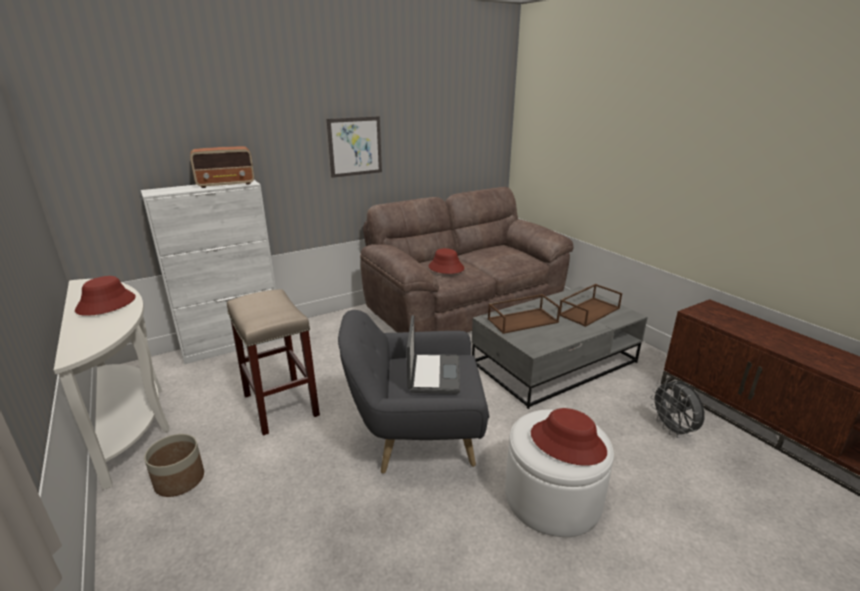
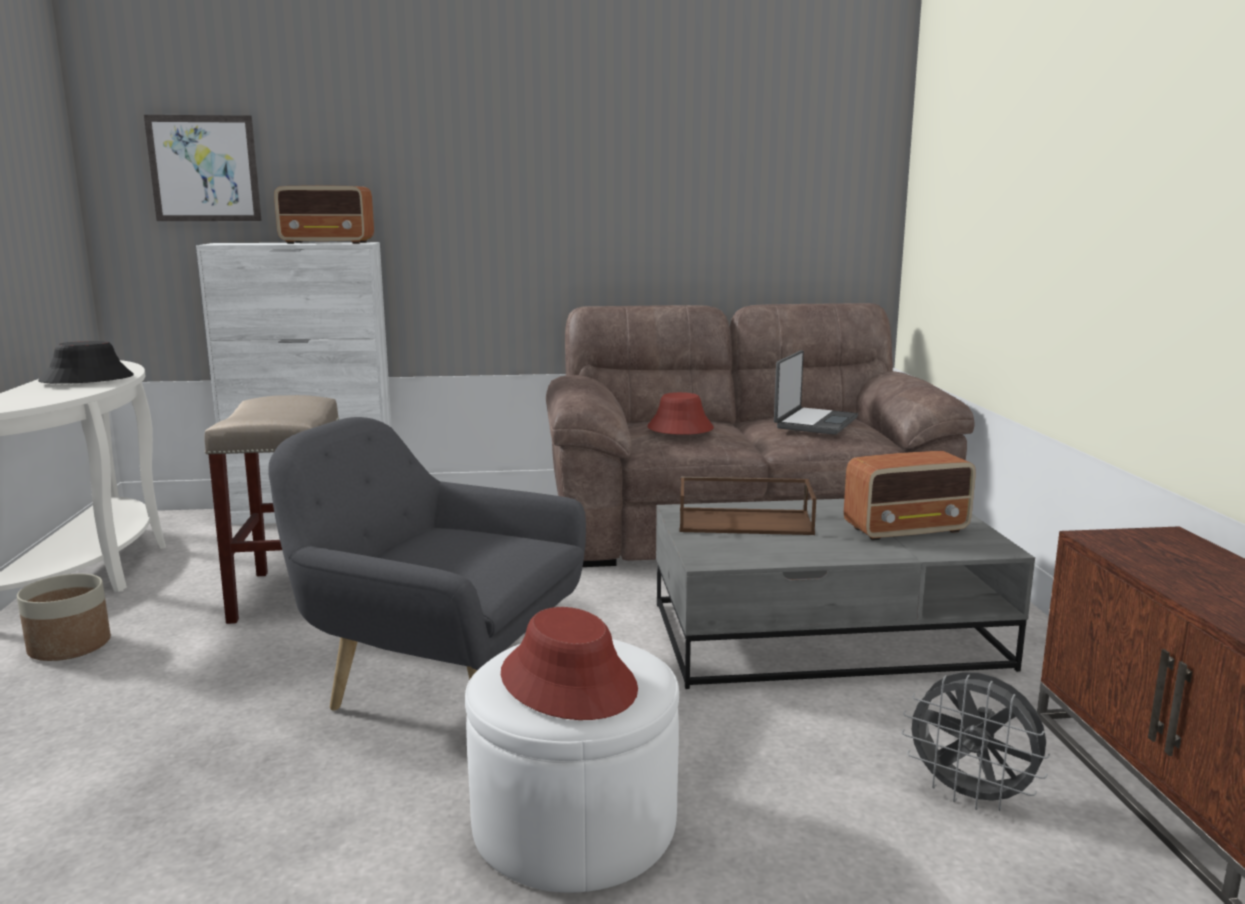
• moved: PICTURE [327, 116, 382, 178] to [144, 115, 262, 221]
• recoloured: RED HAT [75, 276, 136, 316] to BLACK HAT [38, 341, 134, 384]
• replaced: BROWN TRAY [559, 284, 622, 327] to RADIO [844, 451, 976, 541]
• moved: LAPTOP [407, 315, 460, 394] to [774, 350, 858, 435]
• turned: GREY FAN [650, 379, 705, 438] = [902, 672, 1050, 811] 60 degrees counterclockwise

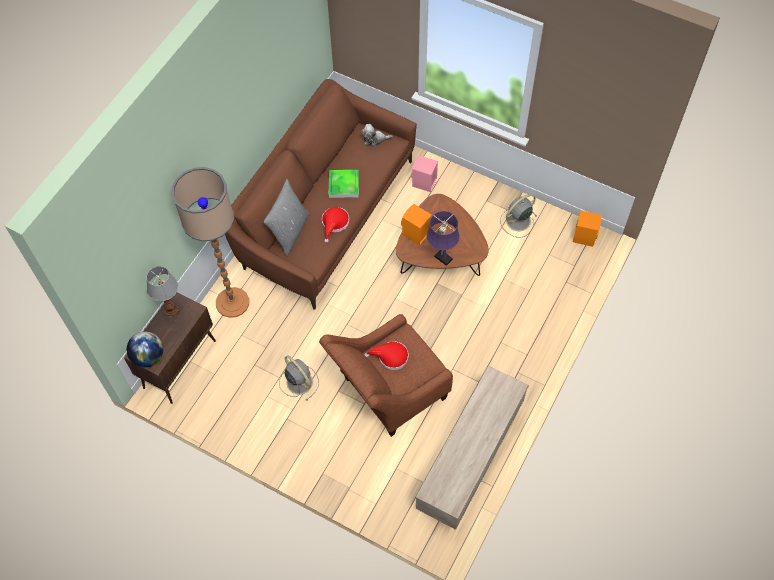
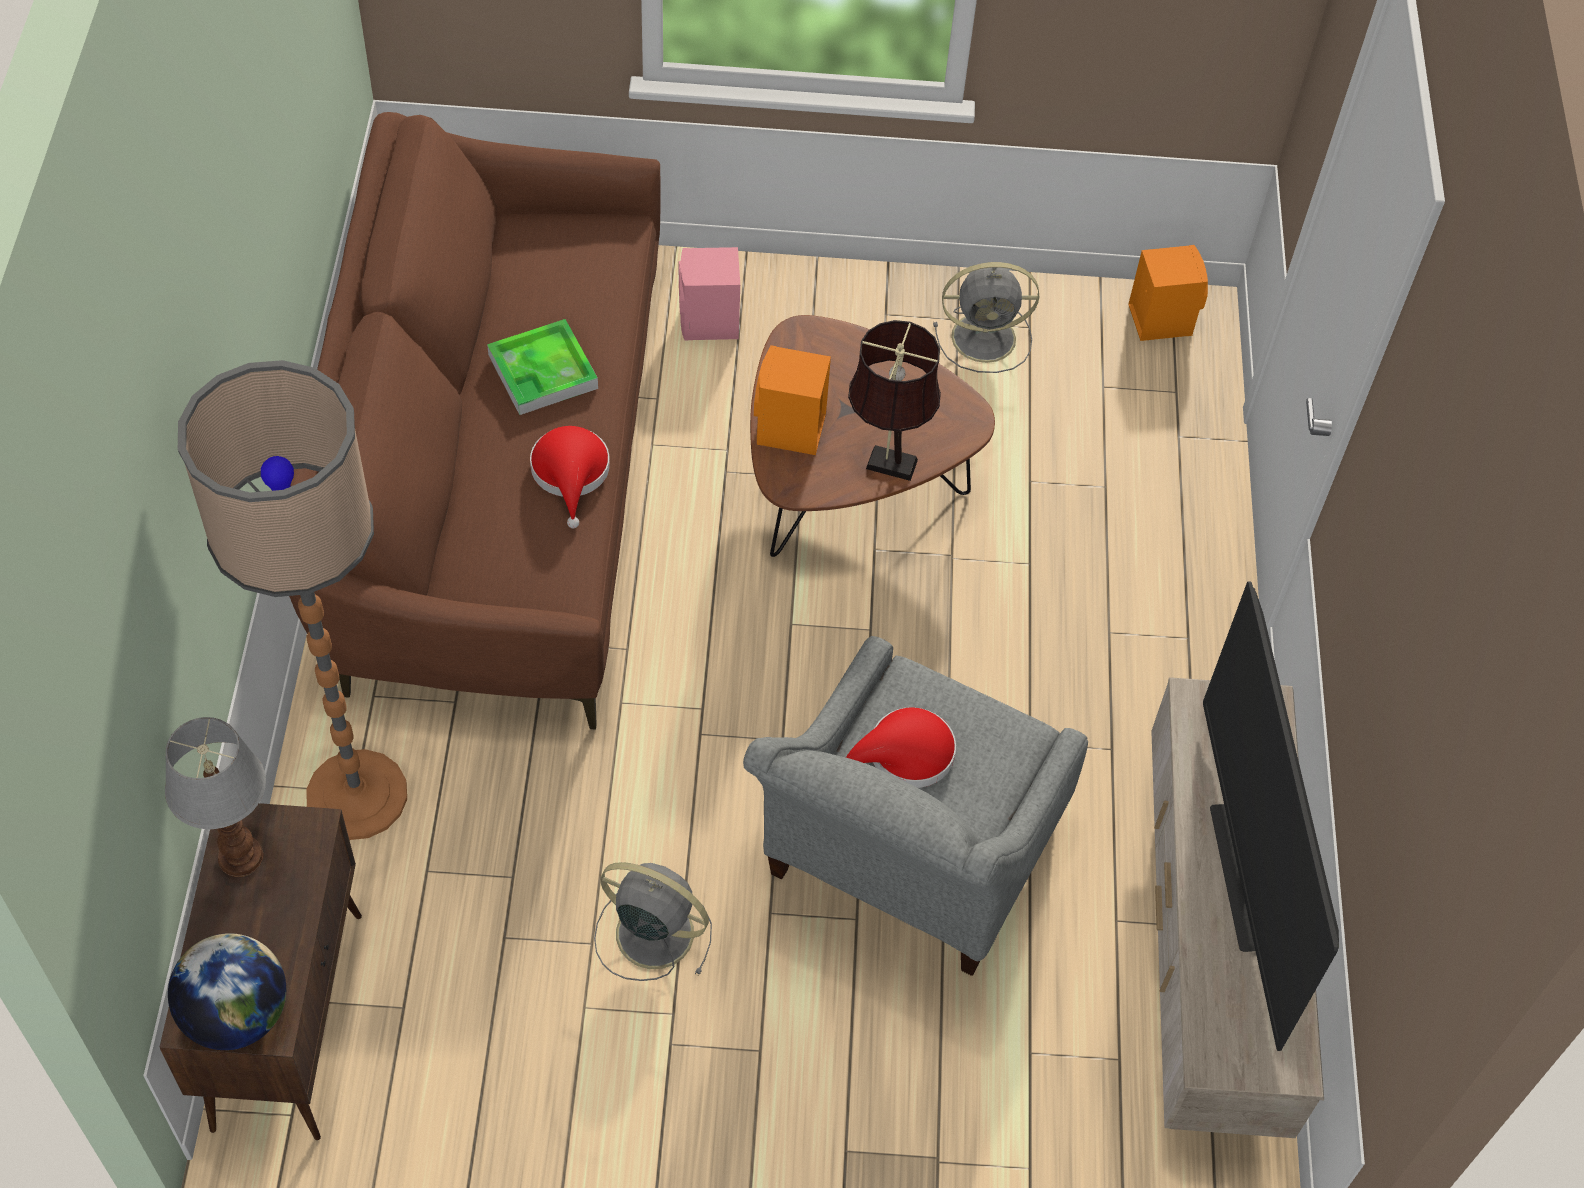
• removed: PLUSH TOY [361, 124, 393, 147]
• removed: GREY PILLOW [264, 179, 310, 256]
• turned: GREY FAN [500, 194, 537, 238] = [933, 262, 1039, 373] 120 degrees counterclockwise
• recoloured: PURPLE TABLE LAMP [427, 211, 460, 266] to BROWN TABLE LAMP [848, 320, 941, 481]
• recoloured: BROWN ARMCHAIR [319, 314, 453, 437] to GREY ARMCHAIR [743, 636, 1088, 976]
• added: TELEVISION [1203, 581, 1339, 1051]

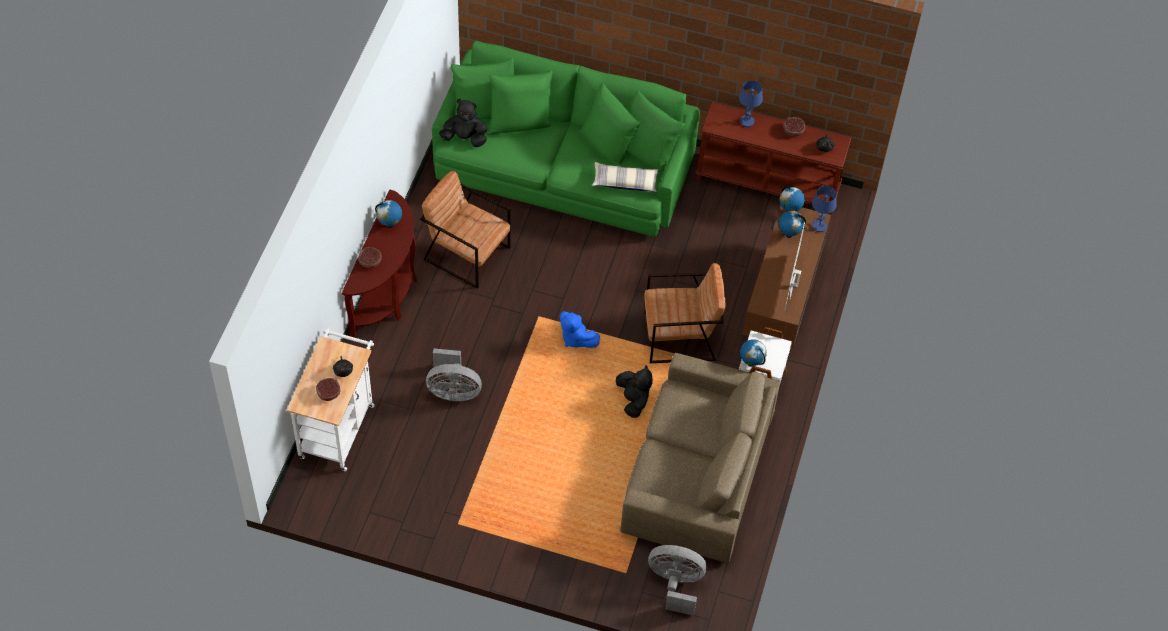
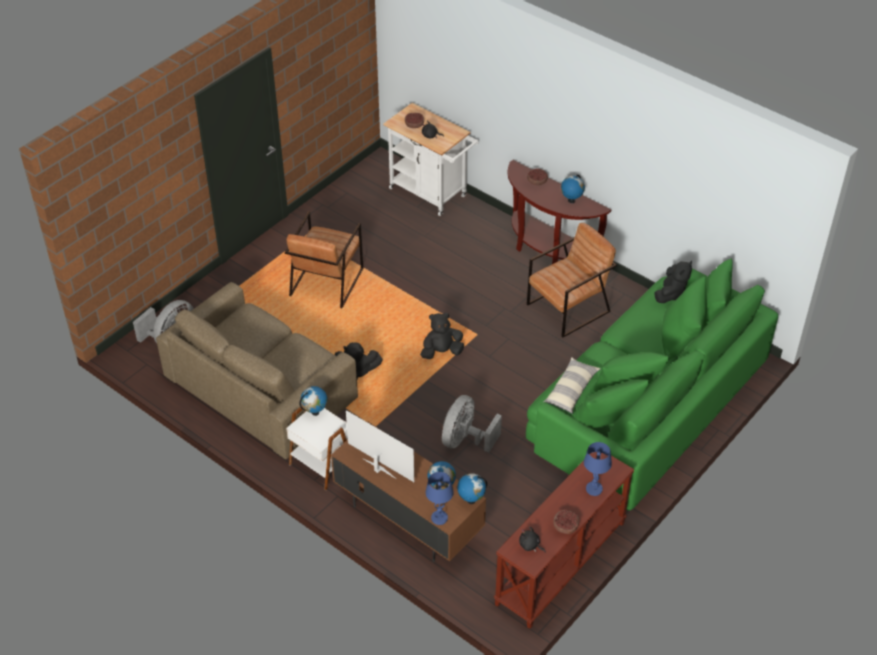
• moved: BROWN ARMCHAIR [644, 263, 725, 363] to [285, 211, 363, 308]
• recoloured: BLUE PLUSH TOY [560, 311, 600, 348] to BLACK PLUSH TOY [420, 313, 464, 359]
• moved: GREY FAN [426, 348, 482, 401] to [442, 395, 502, 453]

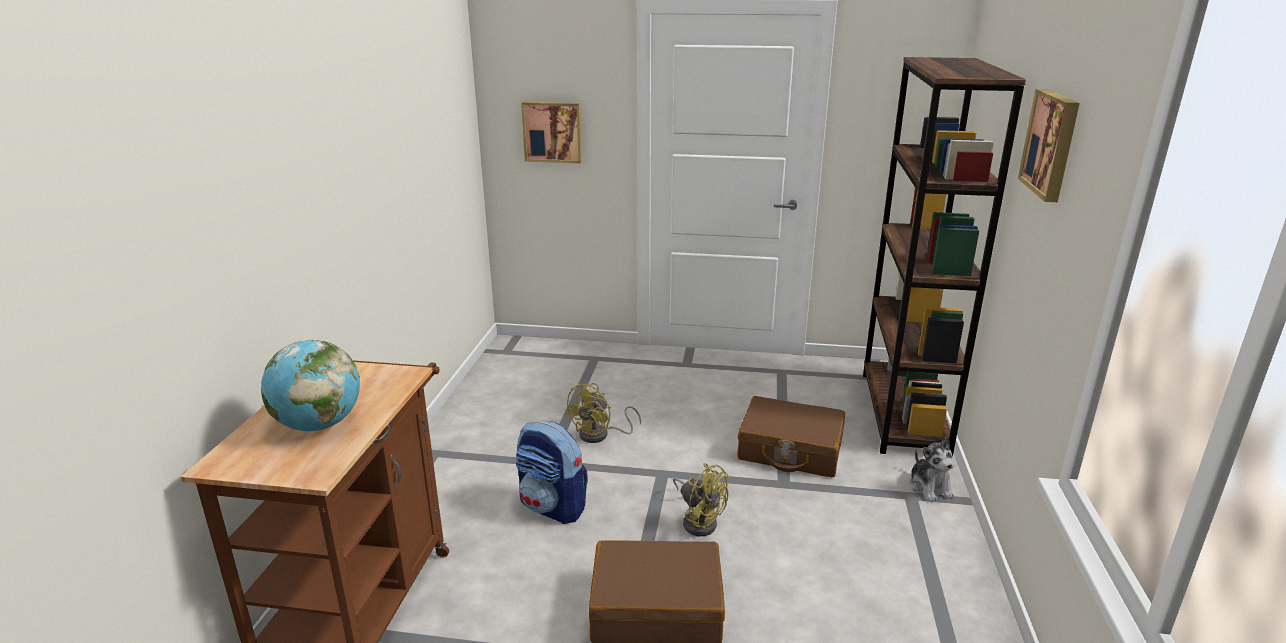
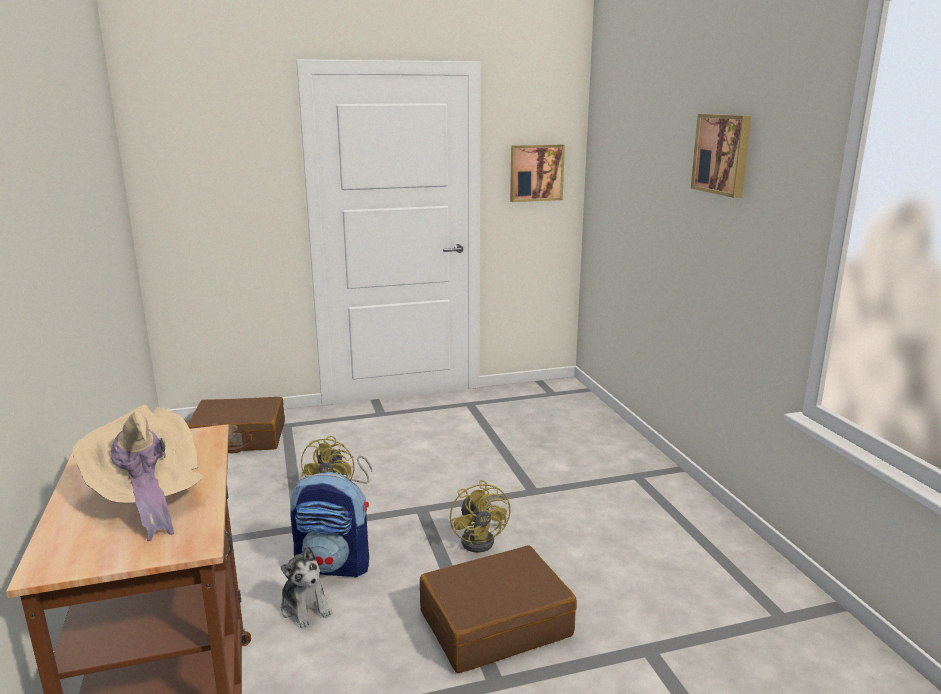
• removed: BROWN BOOKCASE [863, 57, 1026, 457]
• moved: PICTURE [521, 102, 582, 163] to [510, 145, 565, 202]
• replaced: GLOBE [261, 340, 360, 431] to BEIGE HAT [72, 405, 204, 541]
• moved: BROWN SUITCASE [738, 396, 845, 477] to [187, 397, 285, 453]
• moved: PLUSH TOY [909, 437, 955, 502] to [281, 546, 332, 628]
• turned: YELLOW FAN [673, 463, 729, 536] = [450, 480, 510, 553] 60 degrees clockwise

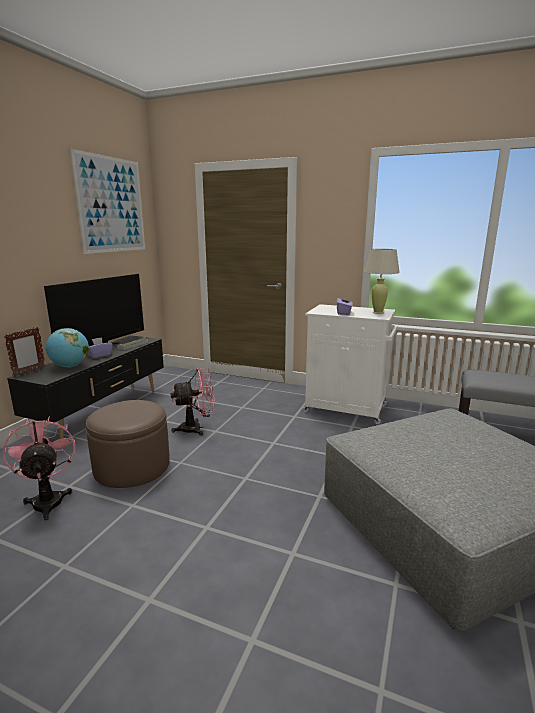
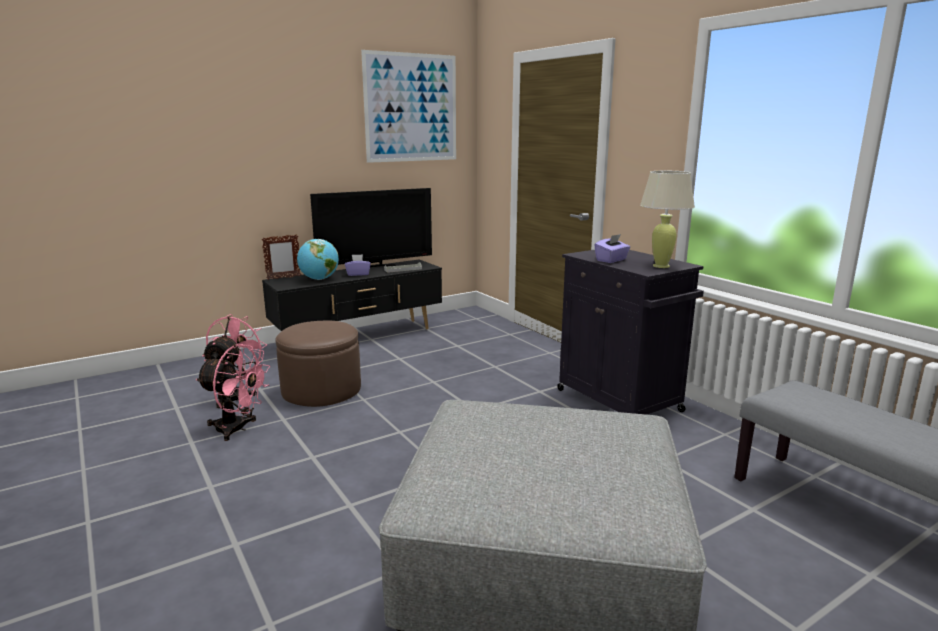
• recoloured: WHITE CABINET [303, 304, 397, 424] to BLACK CABINET [557, 250, 704, 415]
• moved: PINK FAN [170, 368, 215, 436] to [196, 344, 270, 441]

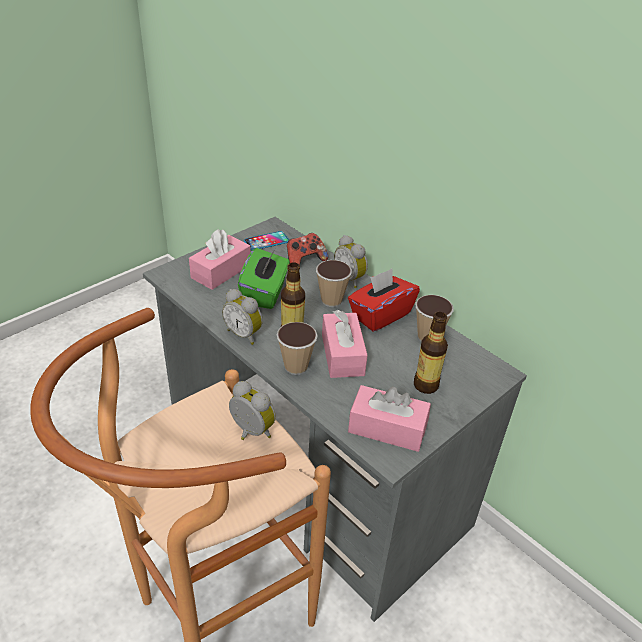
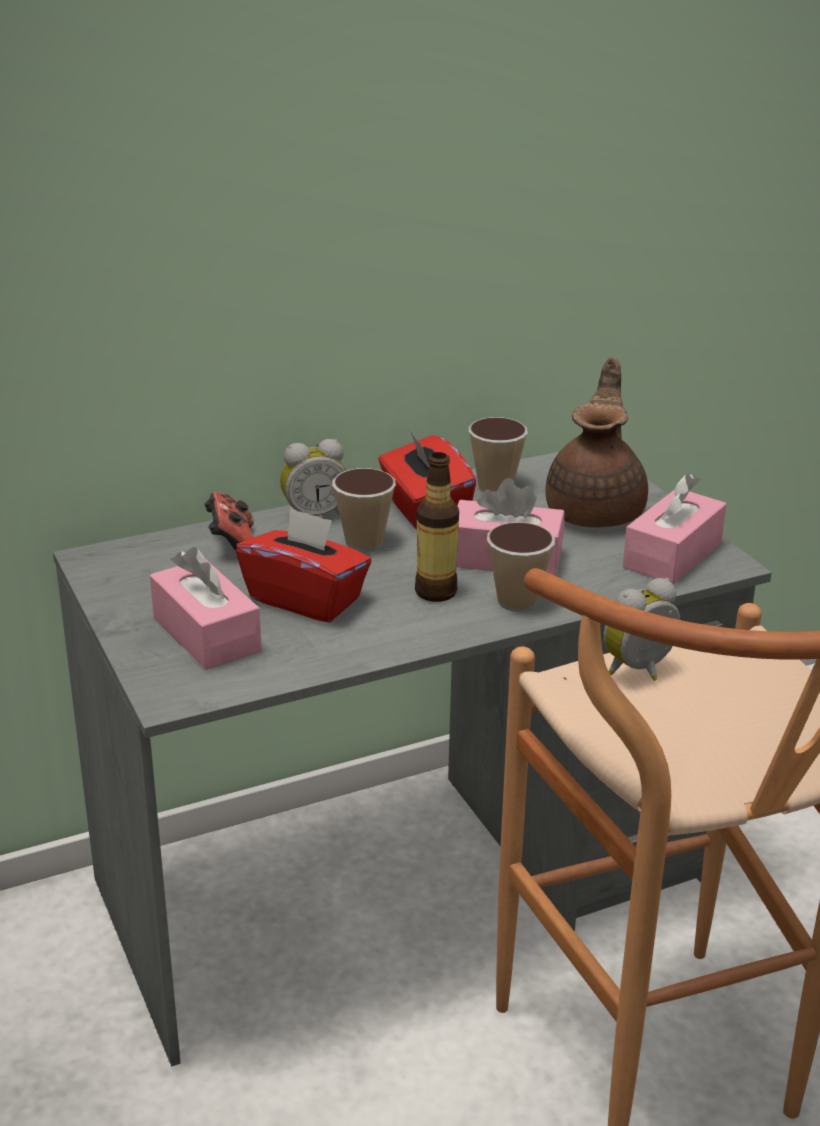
• removed: PHONE [244, 231, 290, 251]
• recoloured: GREEN TISSUE BOX [238, 248, 290, 309] to RED TISSUE BOX [236, 507, 371, 622]
• removed: ALARM CLOCK [222, 289, 263, 345]
• replaced: BOTTLE [414, 312, 448, 394] to BROWN TEAPOT [545, 357, 648, 527]

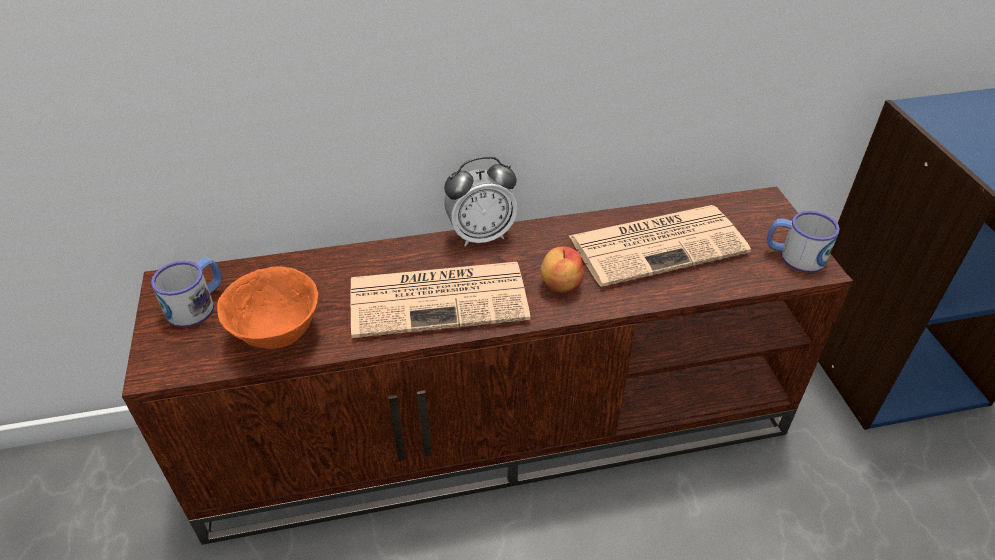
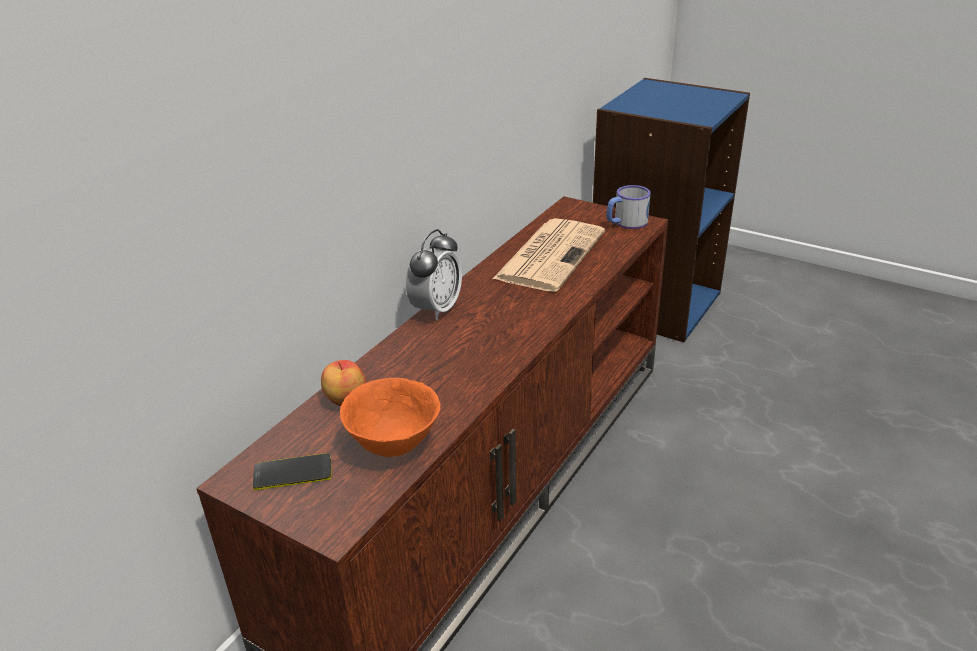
• moved: APPLE [540, 246, 584, 294] to [321, 360, 366, 406]
• replaced: MUG [151, 257, 222, 328] to PHONE [253, 453, 332, 490]
• removed: NEWSPAPER [351, 262, 530, 338]

